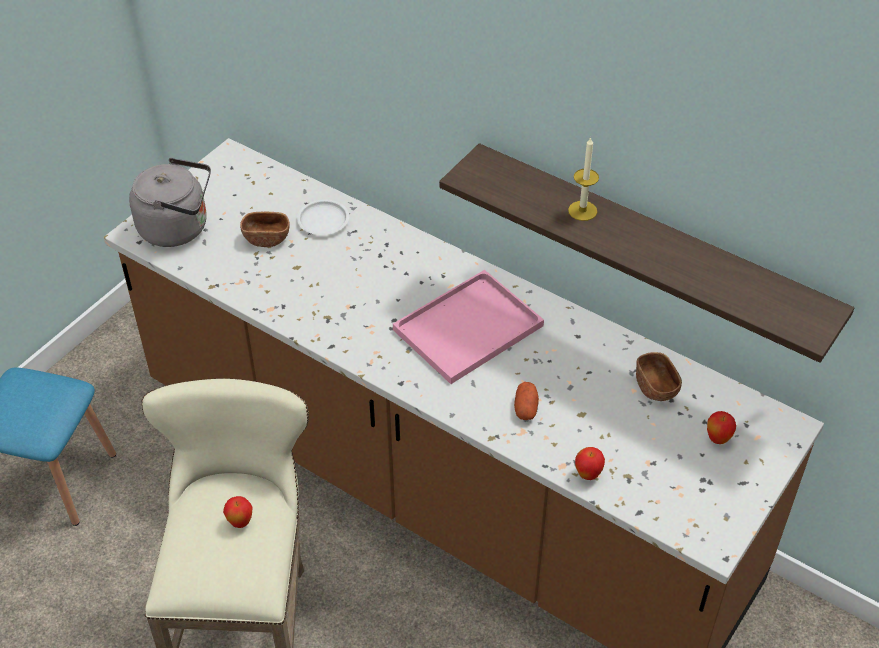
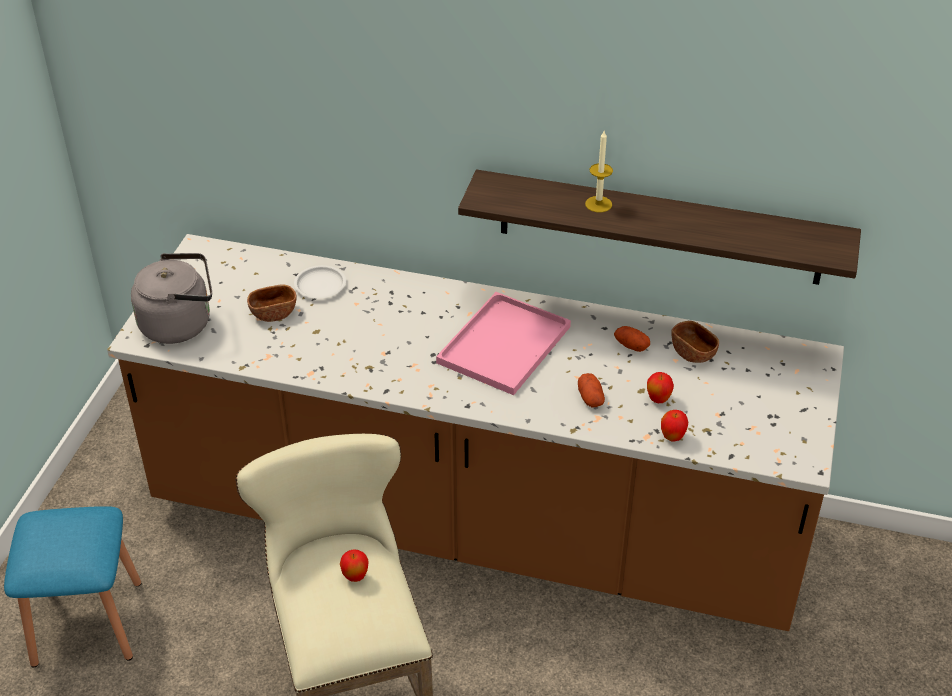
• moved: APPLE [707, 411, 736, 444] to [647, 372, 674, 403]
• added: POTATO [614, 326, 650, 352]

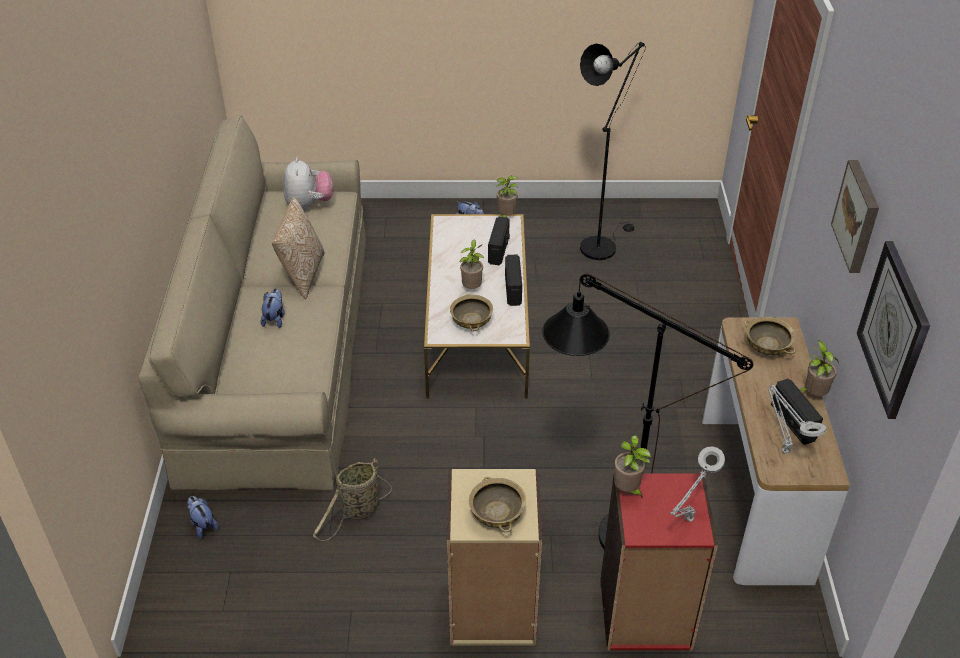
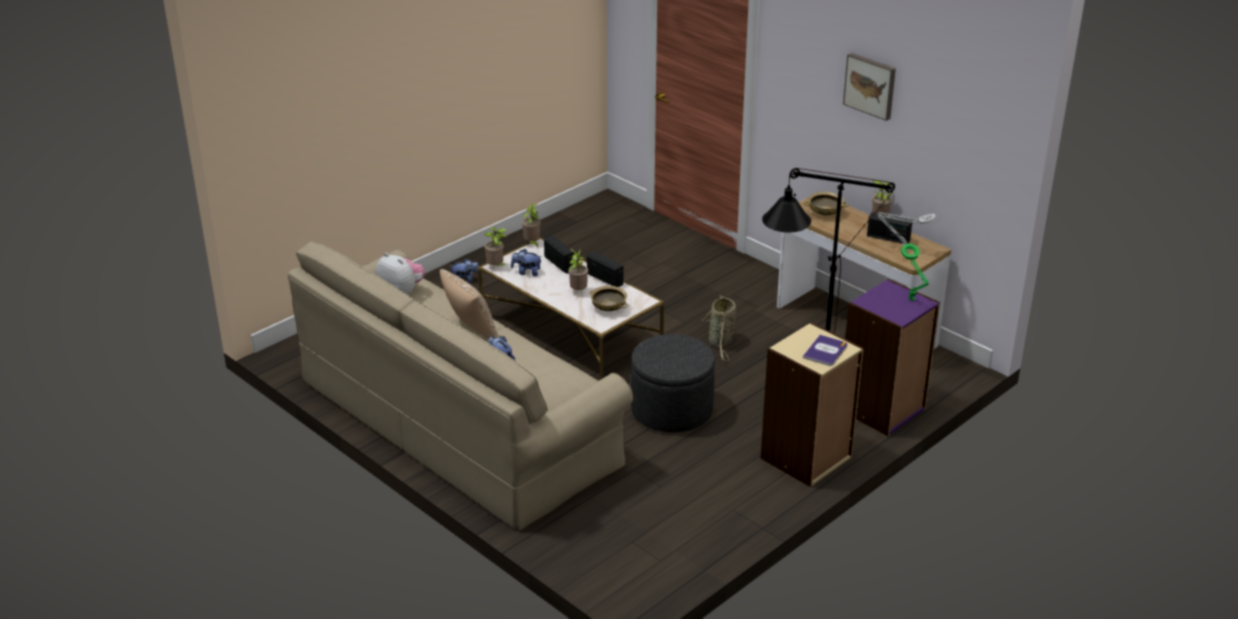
• removed: BLACK FLOOR LAMP [580, 42, 646, 260]
• removed: WALL CLOCK [857, 241, 930, 419]
• moved: POTTED PLANT [614, 435, 651, 499] to [484, 227, 508, 266]
• recoloured: GREY TABLE LAMP [670, 446, 725, 522] to GREEN TABLE LAMP [901, 243, 929, 301]
• moved: BASKET [313, 458, 392, 541] to [701, 295, 736, 361]
• recoloured: RED BOOKCASE [600, 473, 718, 651] to PURPLE BOOKCASE [845, 279, 940, 436]
• replaced: BEIGE BOWL [469, 477, 526, 532] to BOOK [803, 335, 848, 366]
• moved: PLUSH TOY [187, 496, 219, 538] to [511, 249, 542, 276]
• added: GREY OTTOMAN [631, 334, 715, 432]

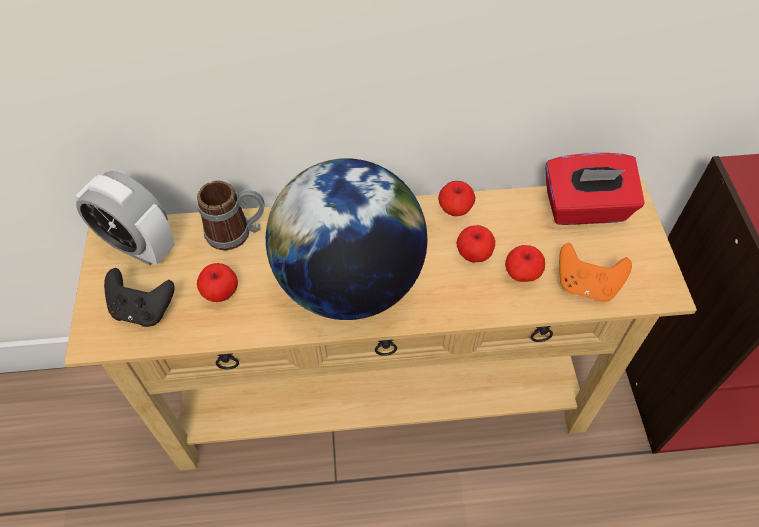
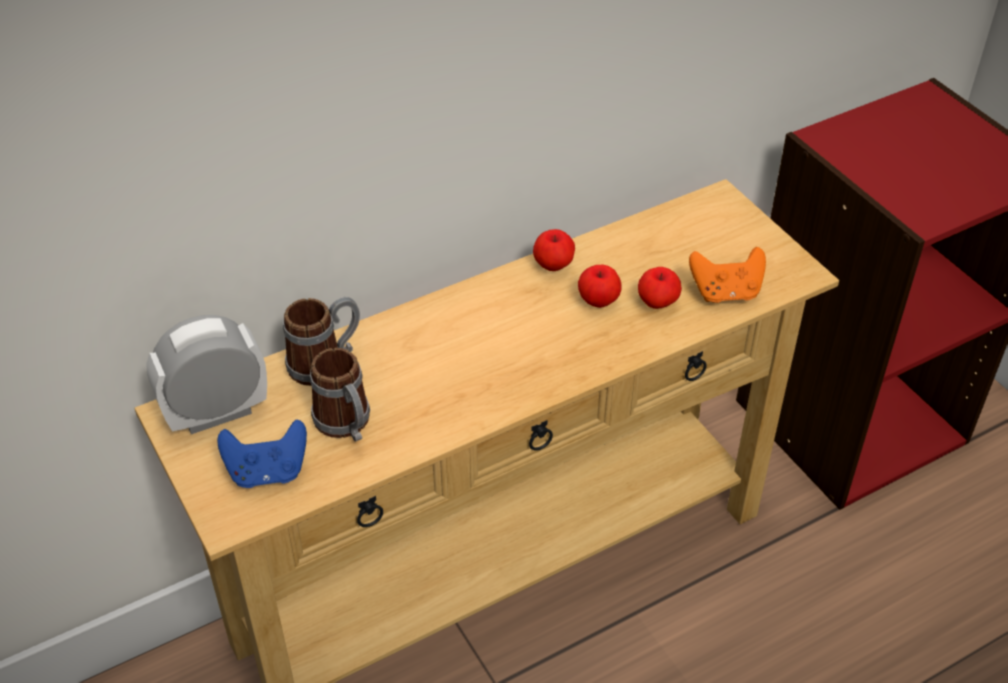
• removed: RED TISSUE BOX [545, 153, 645, 225]
• removed: GLOBE [266, 158, 427, 320]
• turned: ALARM CLOCK [76, 171, 175, 266] = [146, 315, 267, 434] 150 degrees clockwise
• replaced: APPLE [197, 263, 238, 302] to MUG [310, 348, 370, 442]
• recoloured: BLACK GAME CONTROLLER [104, 268, 175, 327] to BLUE GAME CONTROLLER [217, 419, 307, 488]

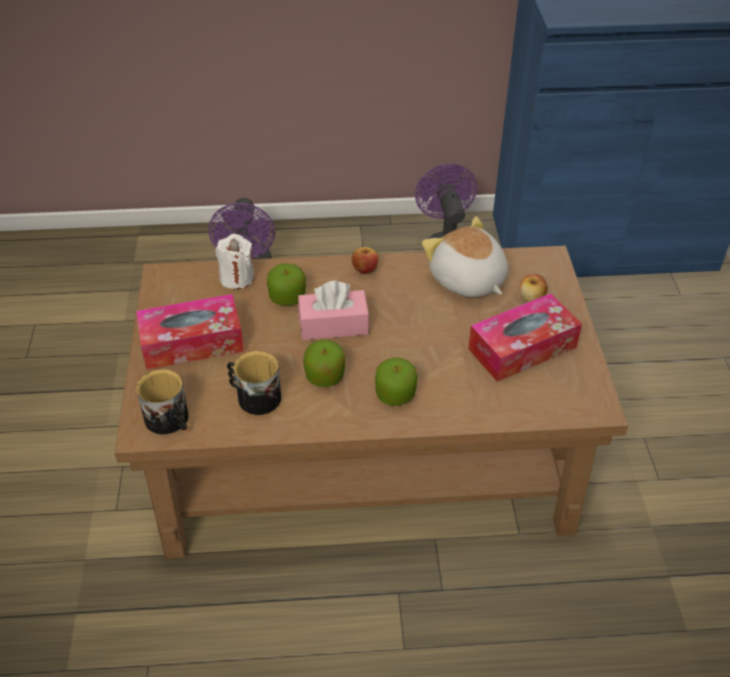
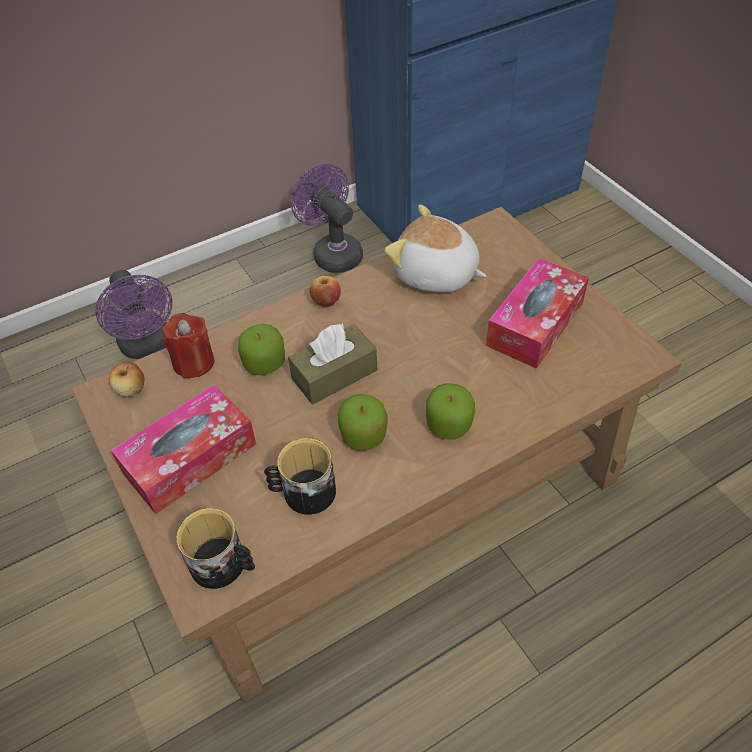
• recoloured: WHITE CANDLE [215, 234, 254, 289] to RED CANDLE [162, 313, 214, 379]
• moved: APPLE [519, 274, 548, 302] to [109, 362, 144, 397]
• recoloured: PINK TISSUE BOX [298, 280, 369, 340] to BROWN TISSUE BOX [288, 323, 377, 404]

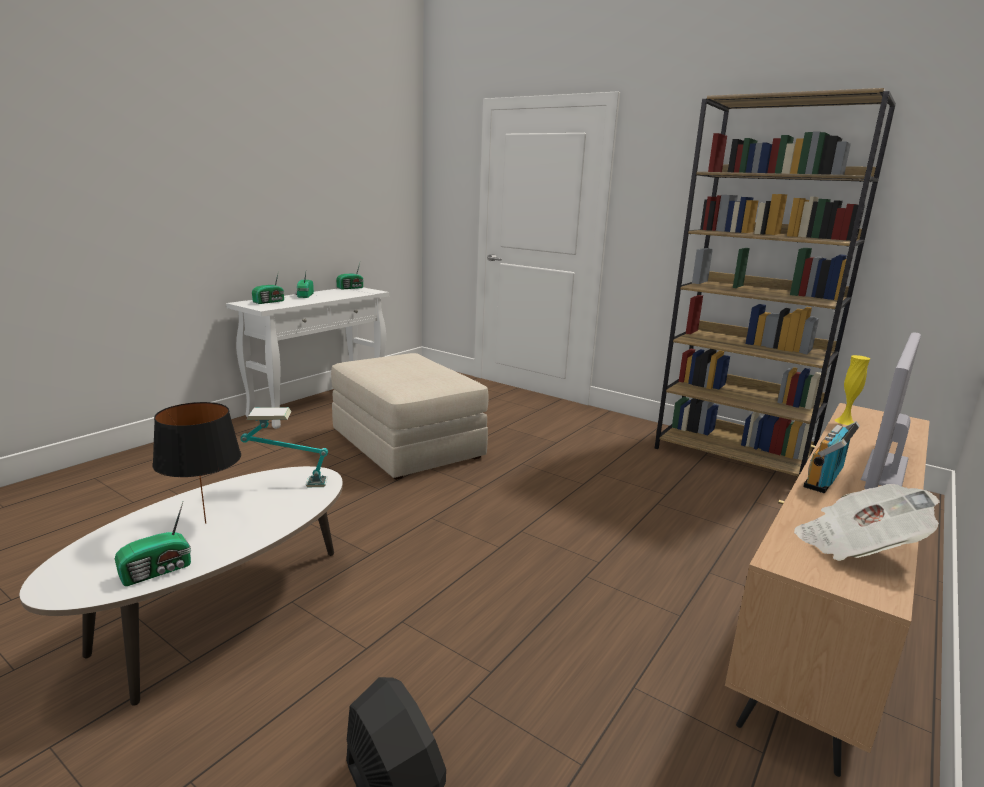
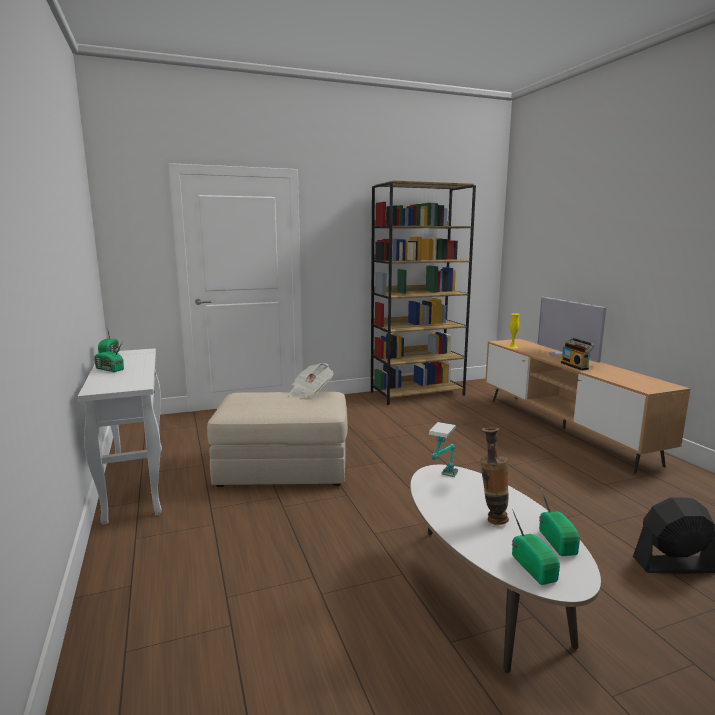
• moved: RADIO [252, 271, 284, 304] to [512, 509, 560, 585]
• replaced: BLACK TABLE LAMP [152, 402, 241, 524] to VASE [479, 427, 509, 525]
• moved: NEWSPAPER [794, 484, 940, 561] to [288, 363, 333, 397]

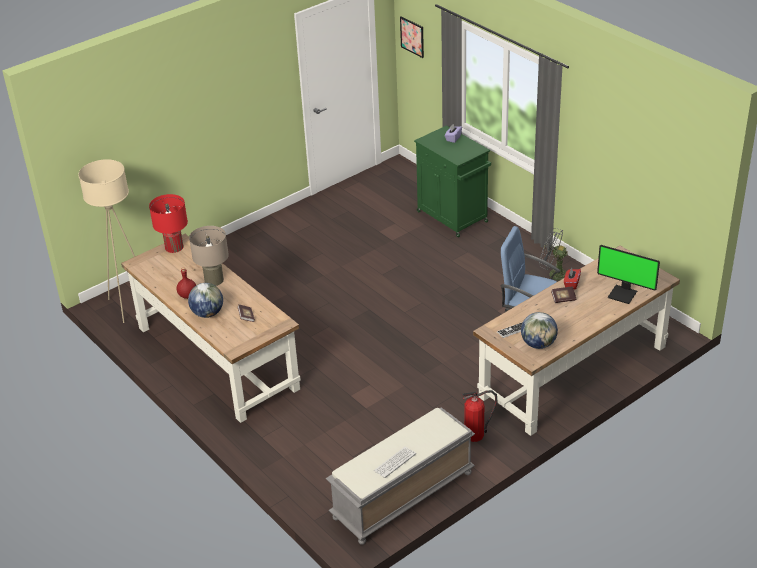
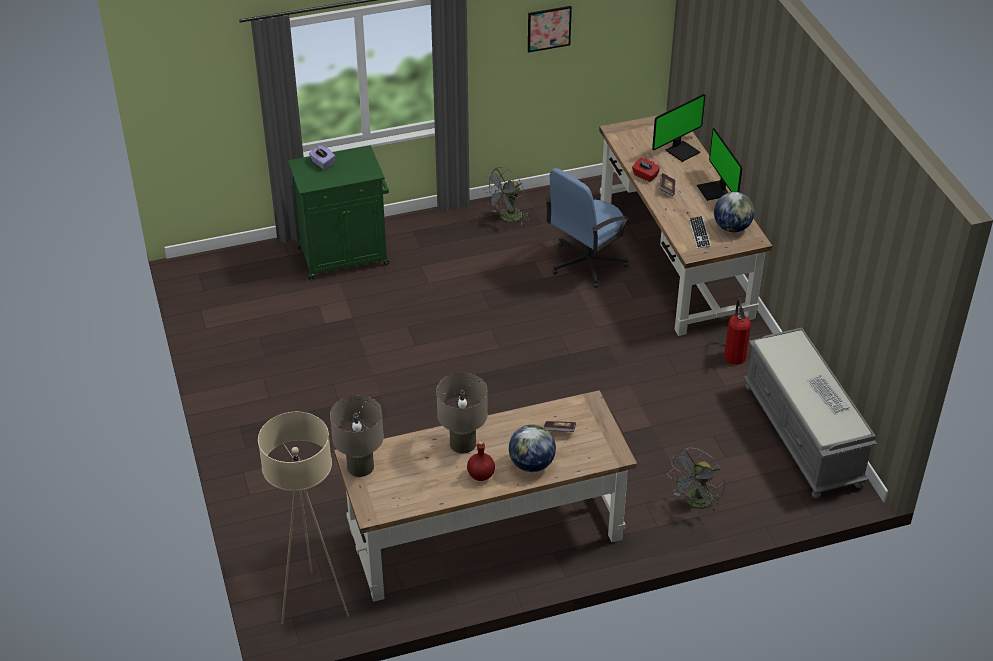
• moved: PICTURE [400, 16, 424, 58] to [528, 6, 572, 53]
• recoloured: RED TABLE LAMP [149, 194, 188, 253] to BEIGE TABLE LAMP [330, 395, 384, 477]
• added: MONITOR [697, 128, 742, 201]
• added: GREY FAN [667, 448, 725, 512]

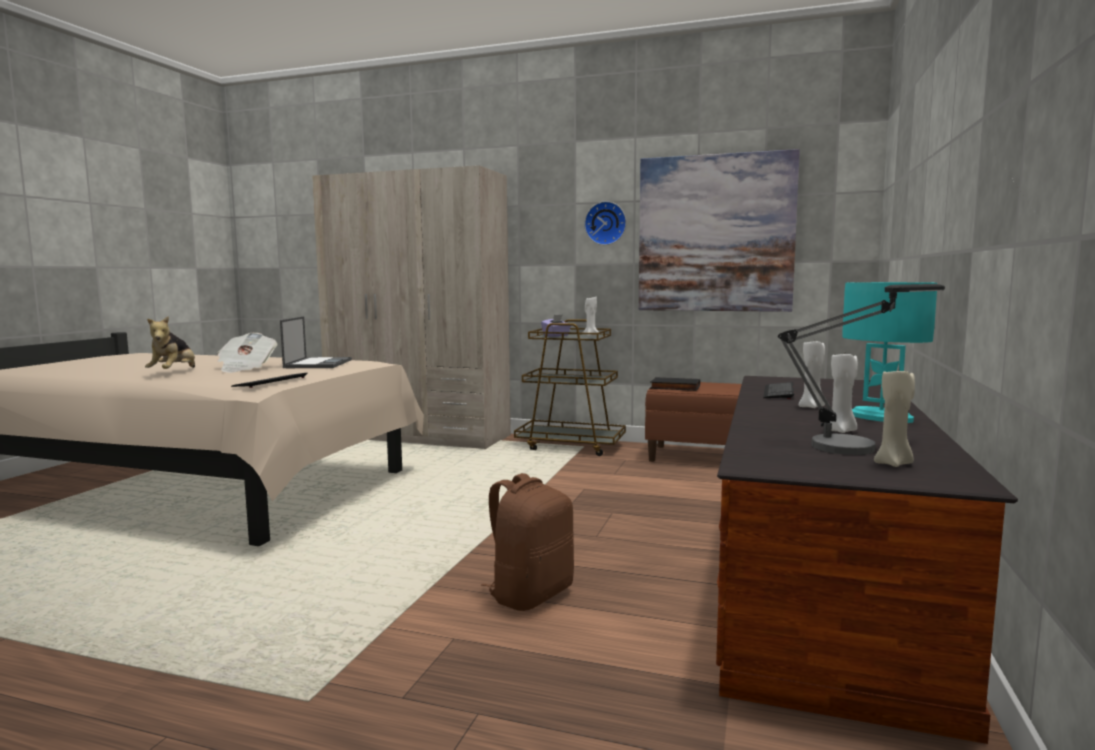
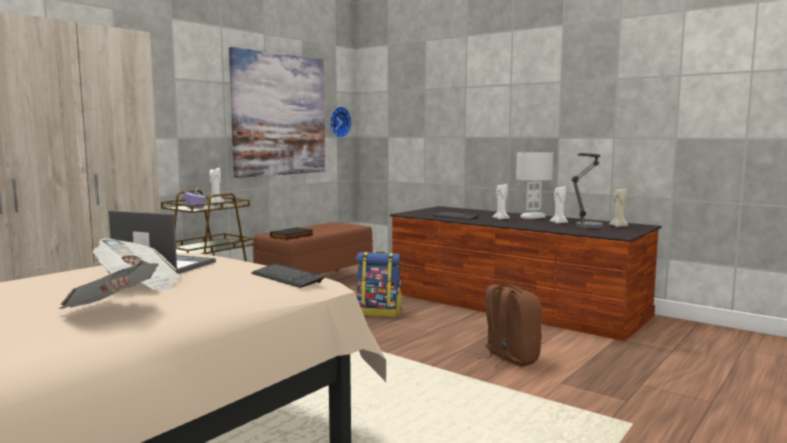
• moved: WALL CLOCK [584, 201, 626, 245] to [330, 106, 352, 138]
• recoloured: TURQUOISE TABLE LAMP [842, 282, 937, 423] to WHITE TABLE LAMP [516, 152, 553, 219]
• replaced: PLUSH TOY [145, 317, 195, 369] to NEWSPAPER [59, 262, 159, 309]
• added: BACKPACK [356, 251, 402, 317]

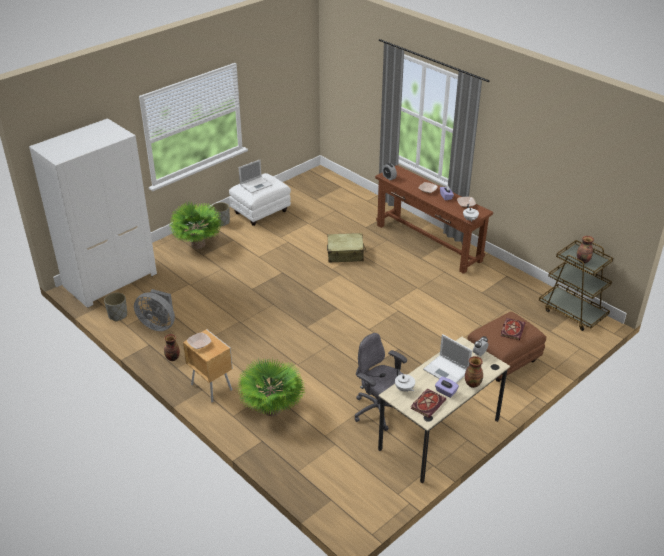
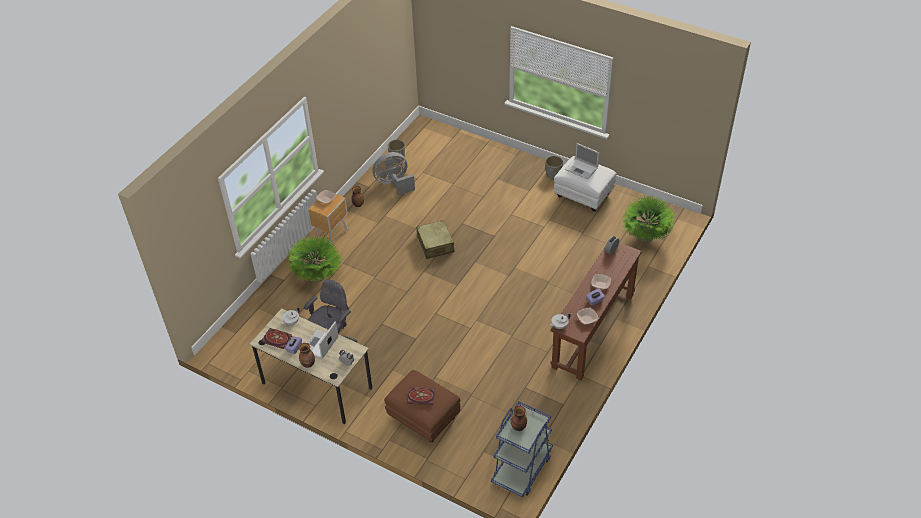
• removed: WHITE WARDROBE [29, 118, 157, 308]
• moved: POTTED PLANT [170, 201, 222, 249] to [621, 196, 677, 243]
• moved: BEIGE SUITCASE [327, 233, 366, 263] to [416, 220, 454, 259]
• recoloured: BROWN CART [539, 240, 613, 331] to BLUE CART [491, 401, 553, 497]
• turned: GREY FAN [134, 289, 175, 331] = [372, 152, 415, 196] 60 degrees clockwise

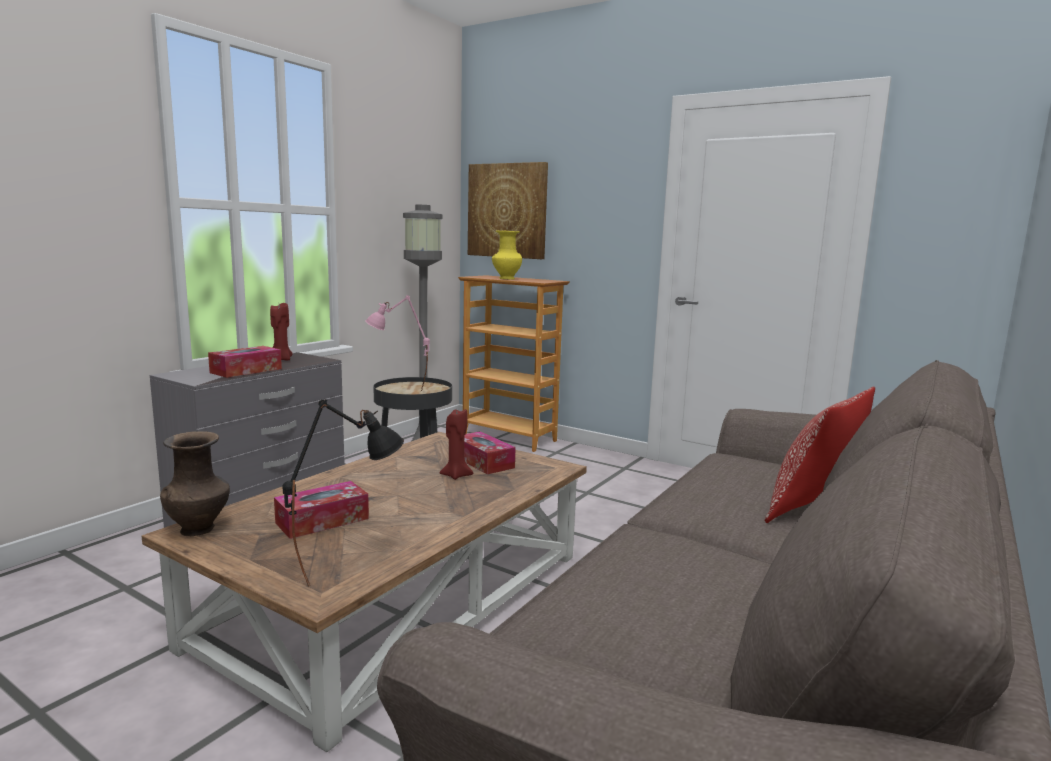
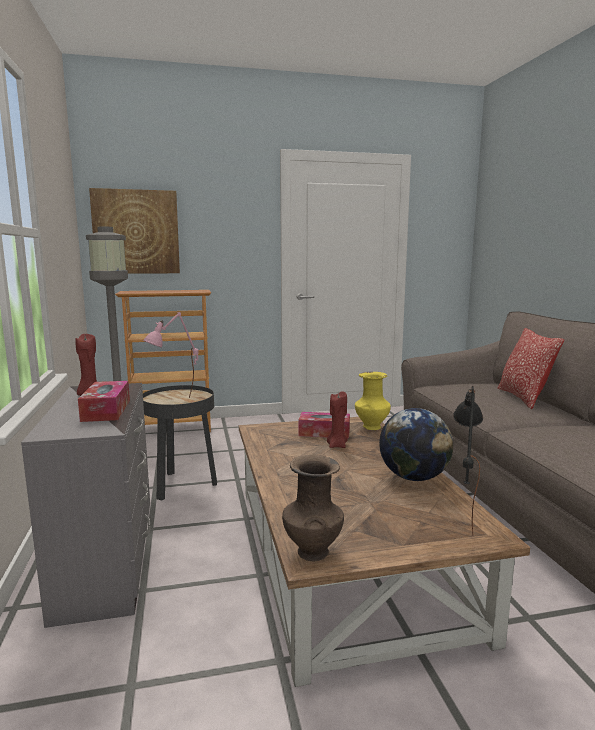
• moved: YELLOW VASE [492, 230, 522, 280] to [355, 372, 391, 430]
• removed: TISSUE BOX [274, 481, 369, 539]
• added: GLOBE [379, 408, 453, 481]

